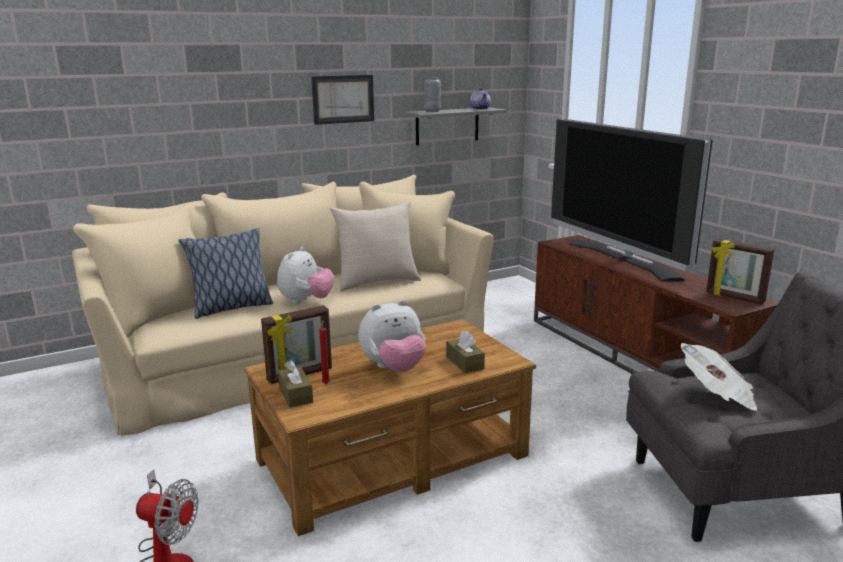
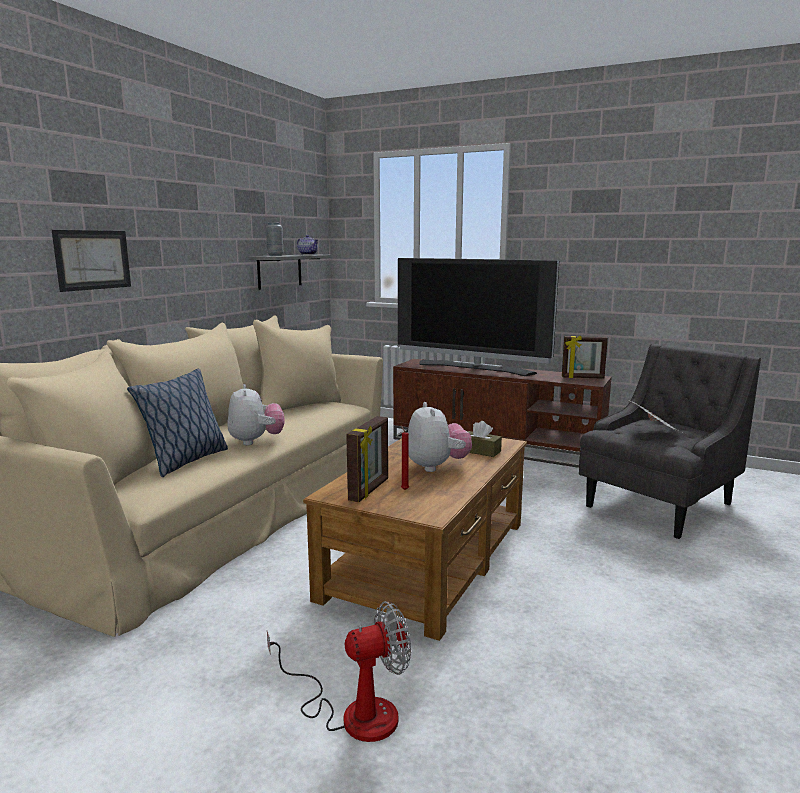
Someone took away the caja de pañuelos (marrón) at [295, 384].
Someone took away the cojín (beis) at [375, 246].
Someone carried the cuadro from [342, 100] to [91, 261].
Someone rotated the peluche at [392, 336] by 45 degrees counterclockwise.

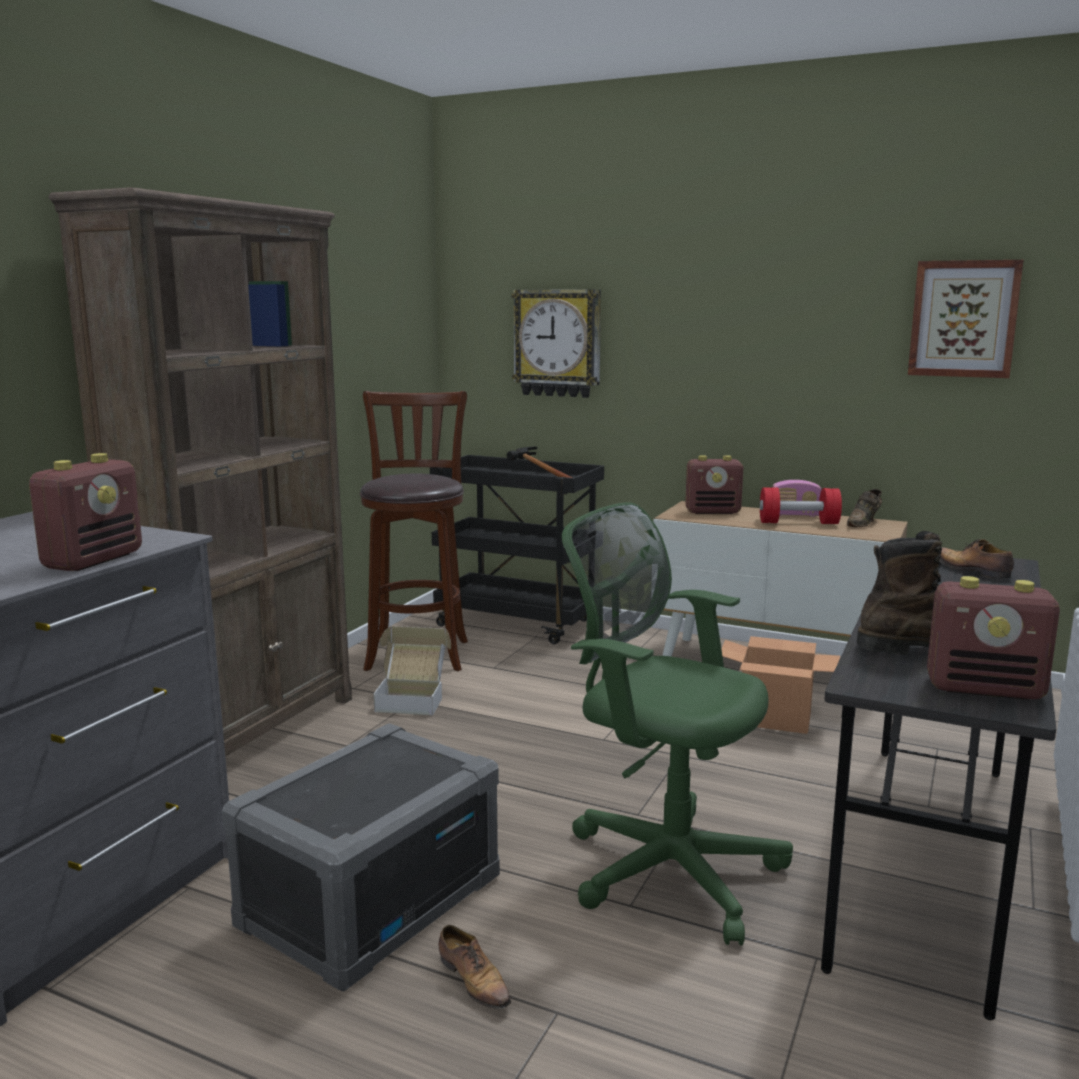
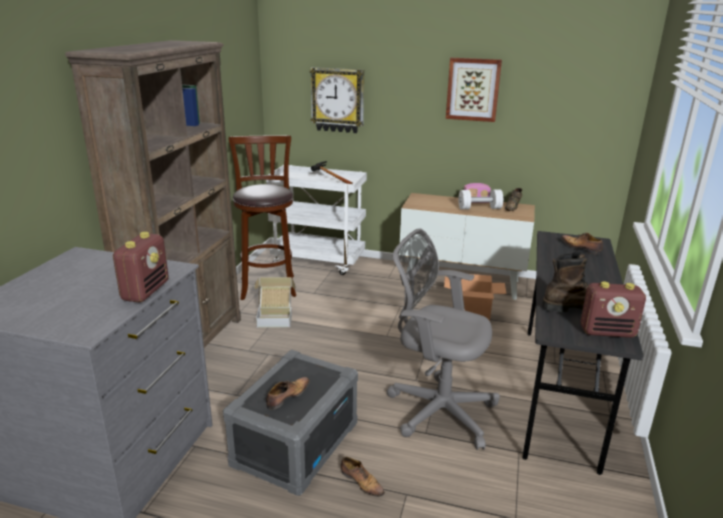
Someone took away the radio at [714, 484].
Someone put down the zapato at [288, 393].
Someone carried the cuadro from [965, 319] to [474, 90].
Someone repainted the carrito (negro) at [517, 549], which became the carrito (blanco) at [316, 220].
Someone repainted the silla de oficina (verde) at [677, 723], which became the silla de oficina (gris) at [443, 339].
Someone repainted the mancuerna (rojo) at [801, 505], which became the mancuerna (blanco) at [480, 199].

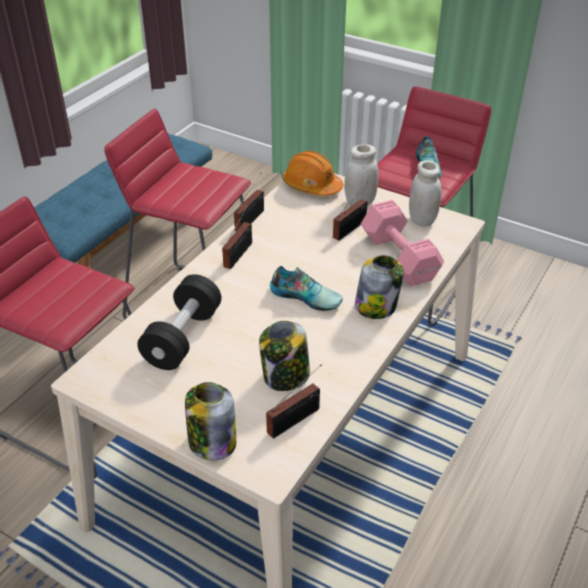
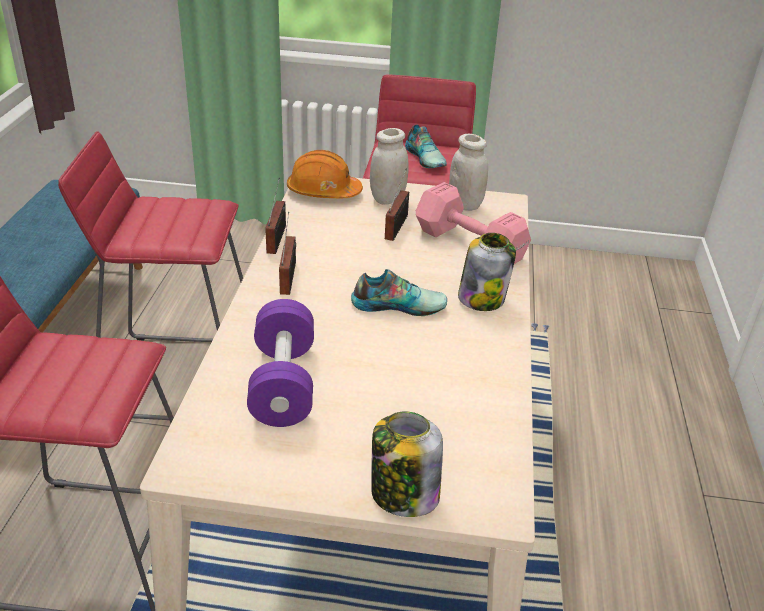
Someone took away the tarro at [284, 356].
Someone took away the radio at [293, 402].
Someone repainted the mancuerna (negro) at [179, 322], which became the mancuerna (morado) at [280, 363].

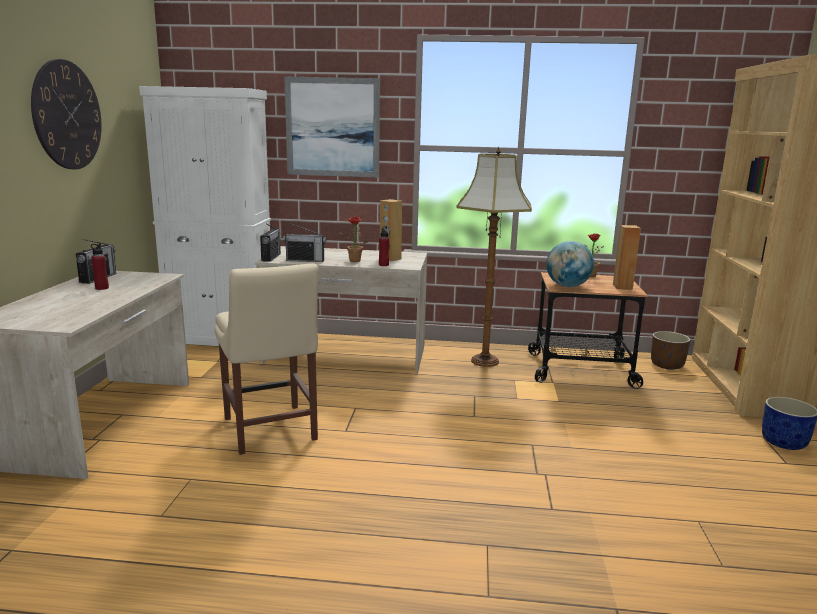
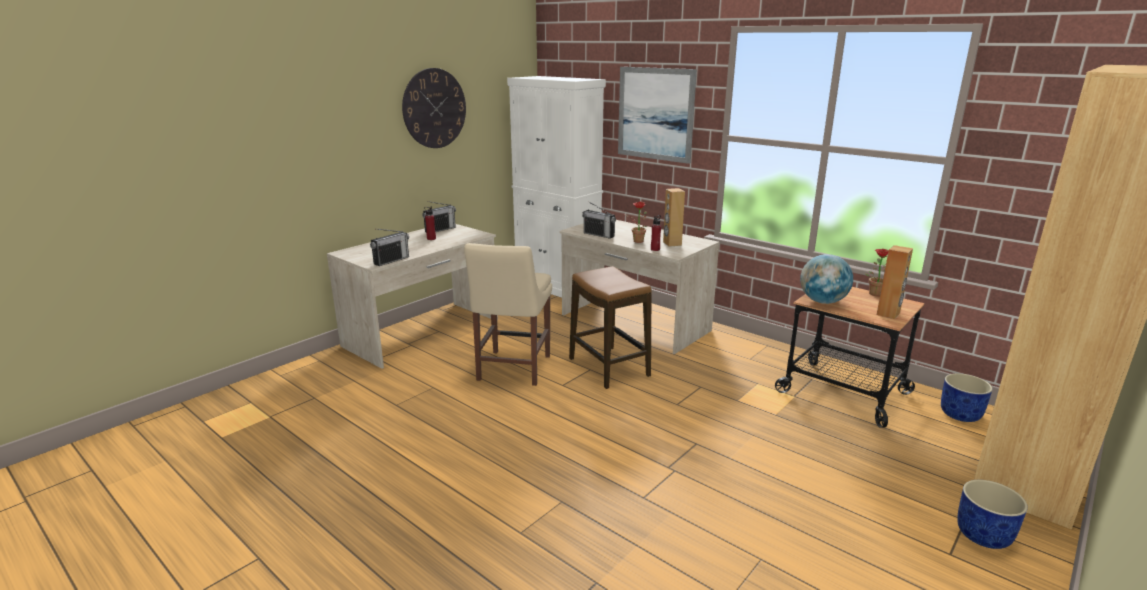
Someone took away the lámpara de pie at [494, 257].
Someone put down the taburete at [610, 327].
Someone carried the radio from [270, 243] to [389, 247].
Someone repainted the maceta (marrón) at [670, 350], which became the maceta (azul) at [967, 397].

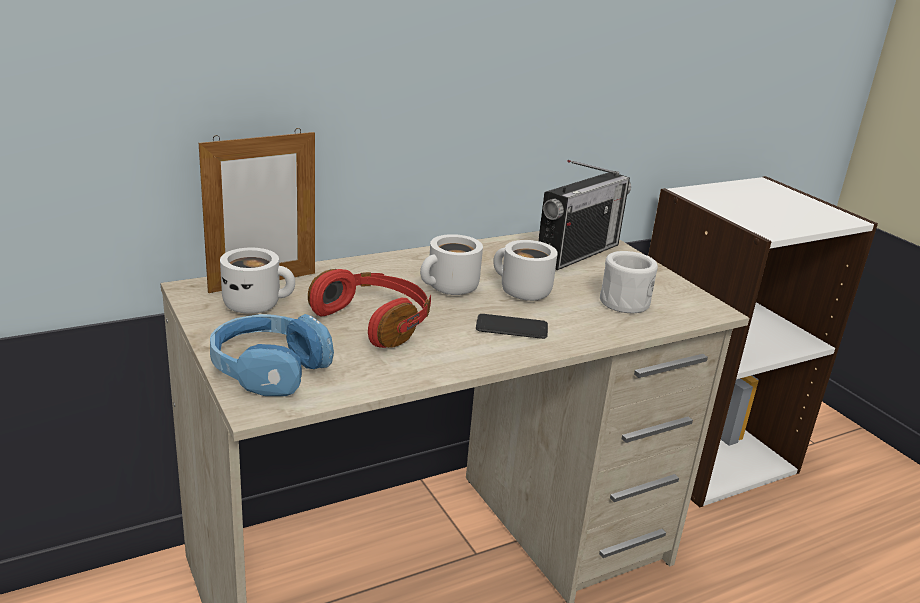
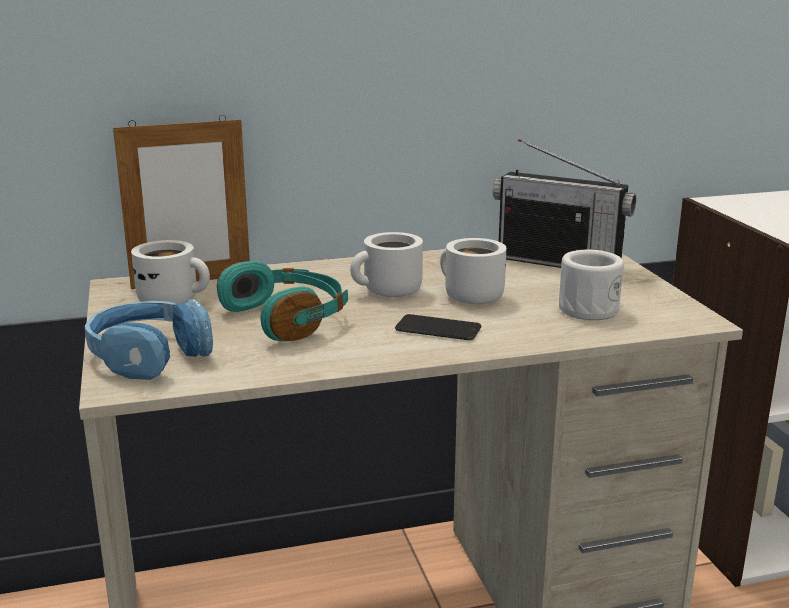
Someone repainted the auriculares (rojo) at [369, 308], which became the auriculares (turquesa) at [282, 301].
Someone rotated the radio at [584, 215] by 60 degrees clockwise.

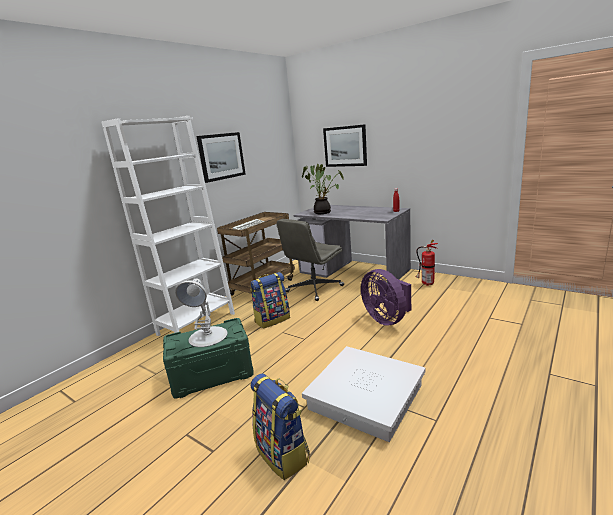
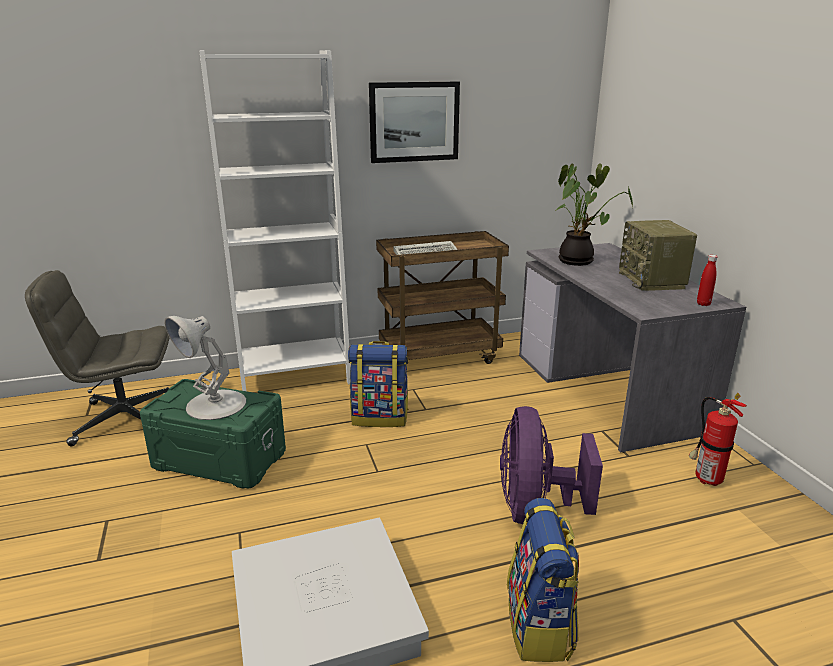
Someone took away the cuadro at [345, 145].
Someone put down the radio at [658, 255].
Someone carried the mochila from [280, 426] to [543, 580].
Someone carried the silla de oficina (gris) from [310, 260] to [97, 358].

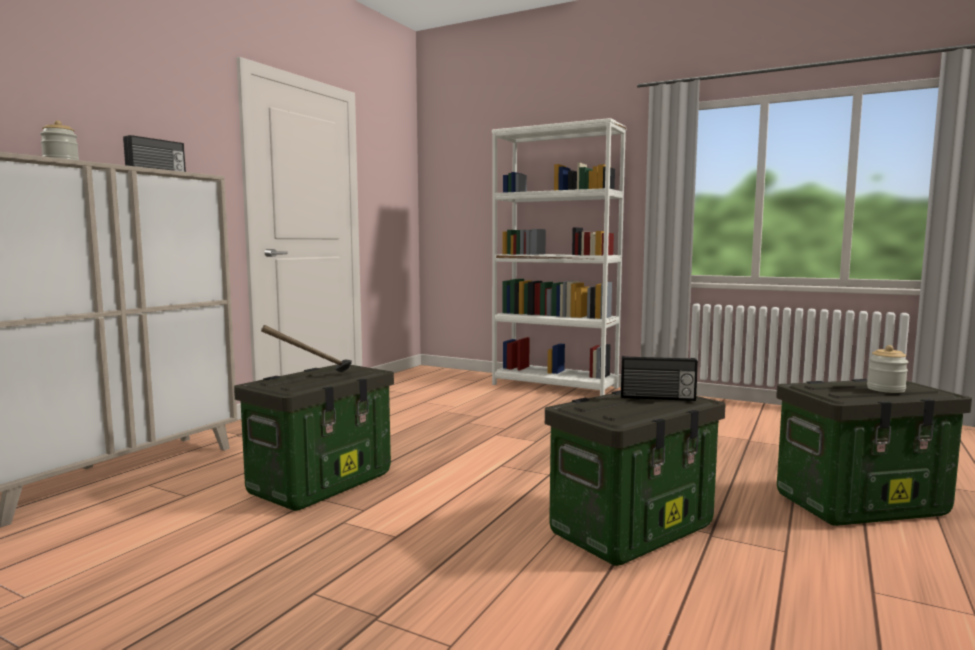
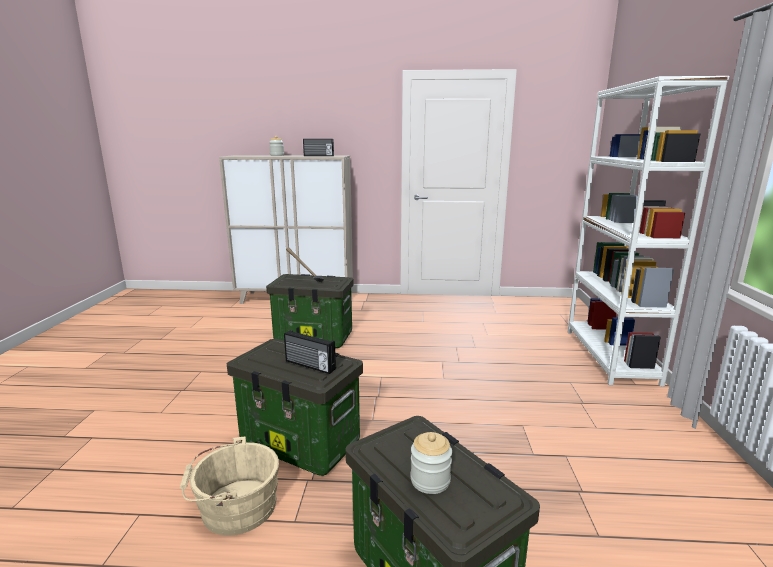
Someone put down the cubo (beis) at [229, 486].
Someone rotated the radio at [659, 378] by 45 degrees counterclockwise.

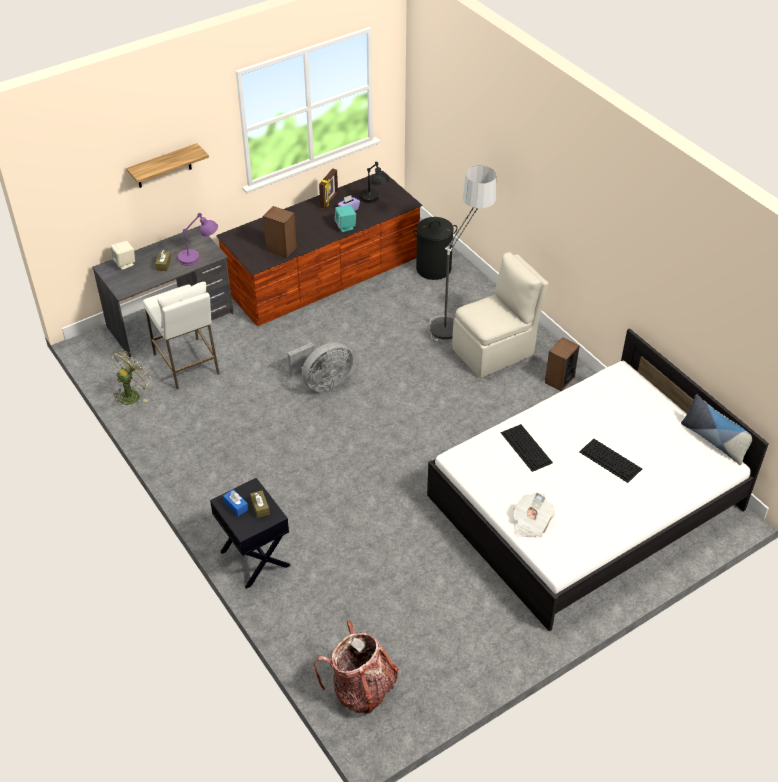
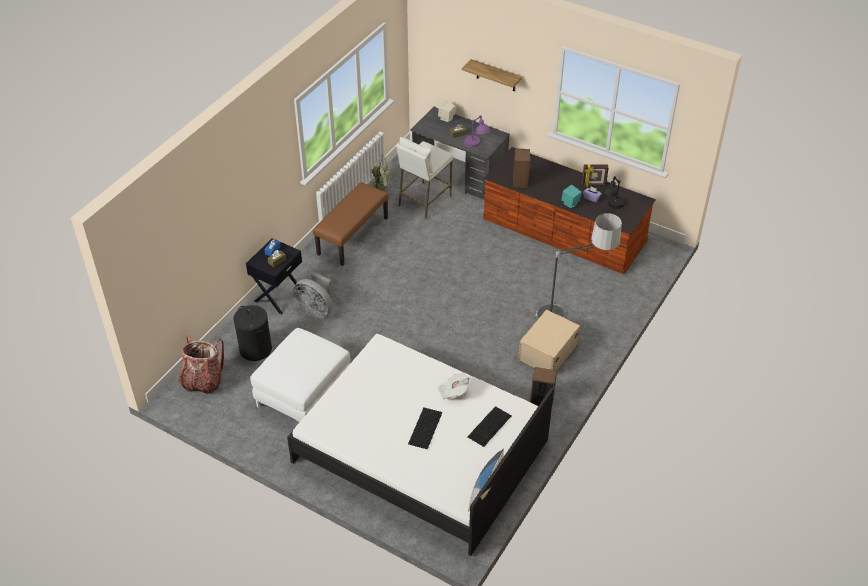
Someone put down the puf (blanco) at [300, 375].
Someone put down the banco (marrón) at [351, 224].
Someone carried the ventilador (gris) from [320, 366] to [313, 295].
Someone carried the cesto de la ropa (negro) from [435, 248] to [252, 333].
Someone carried the teclado from [527, 448] to [490, 426].
Someone carried the periódico from [534, 515] to [454, 386].
Someone swapped the silla (beis) at [500, 315] for the caja de almacenaje (beis) at [549, 340].

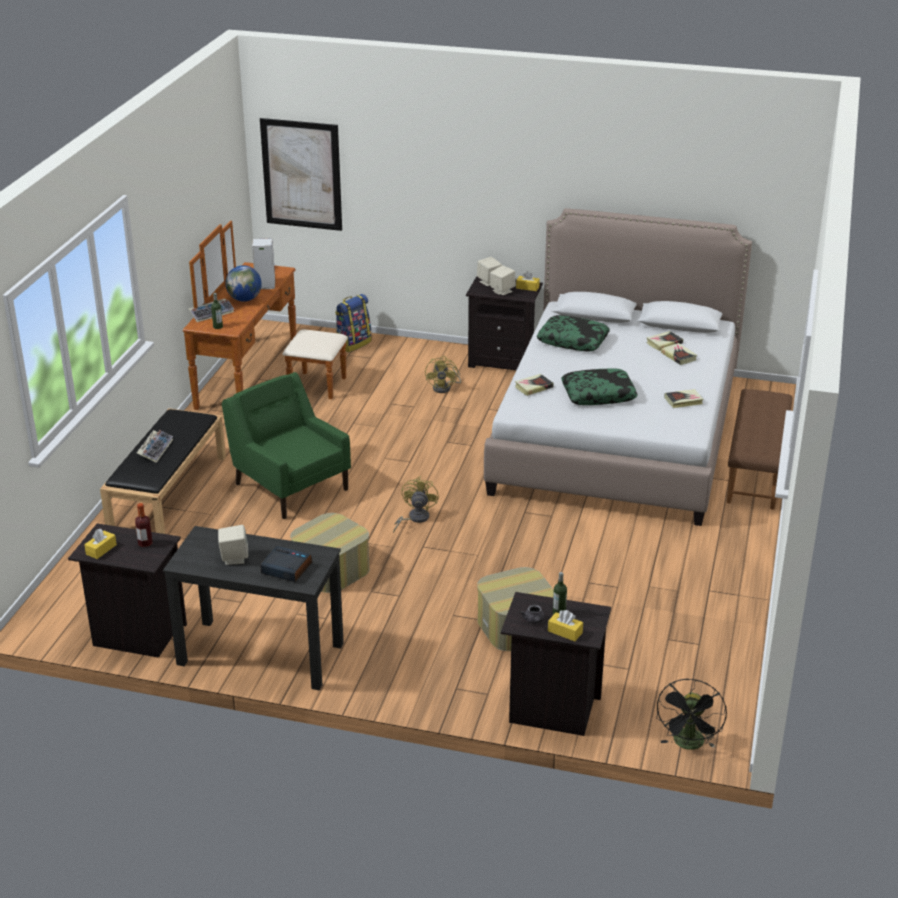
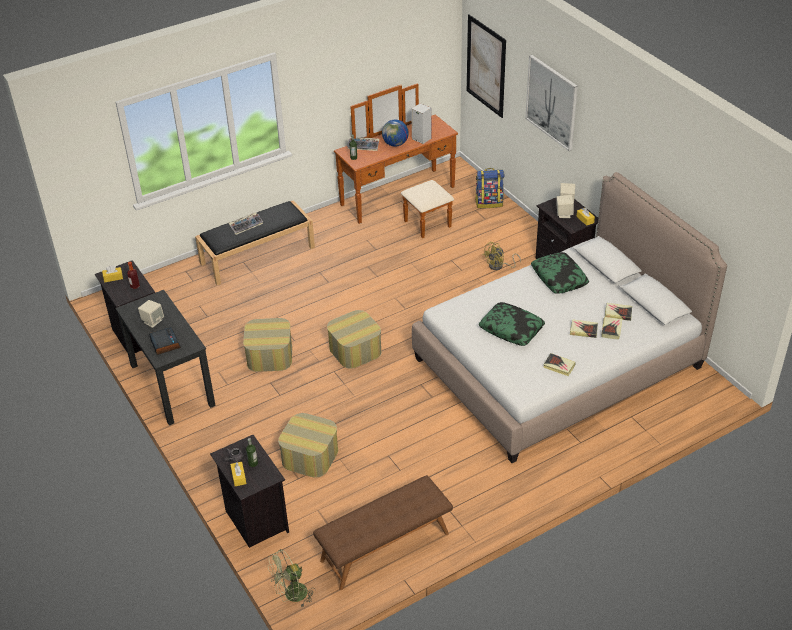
Someone took away the sillón (verde) at [286, 445].
Someone put up the cuadro at [551, 103].
Someone carried the libro from [534, 385] to [584, 328].
Someone carried the banco (marrón) from [760, 449] to [383, 532].
Someone swapped the ventilador (amarillo) at [416, 504] for the puf at [354, 339].
Someone repainted the ventilador (negro) at [691, 714], which became the ventilador (verde) at [291, 578].

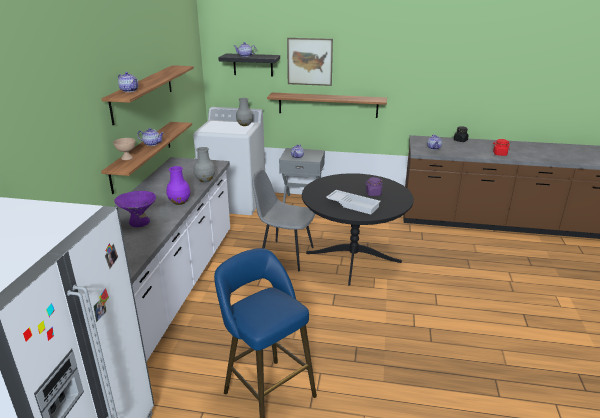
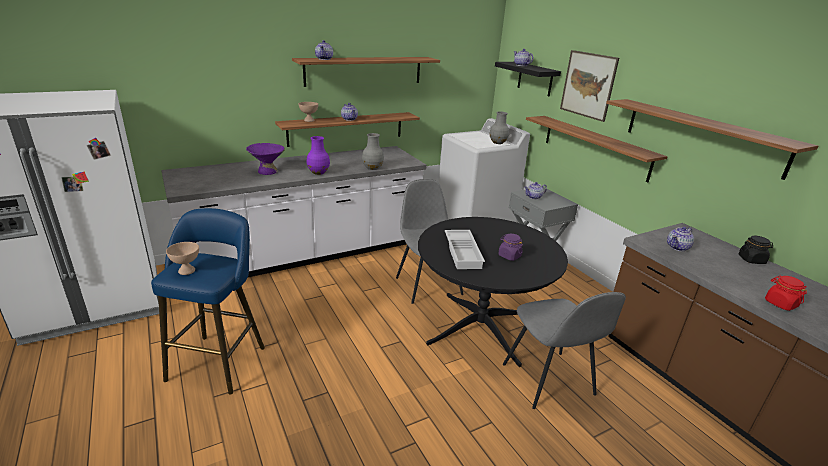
Someone put down the cuenco (beis) at [182, 258].
Someone put down the silla (gris) at [564, 350].
Someone put up the estante at [712, 139].

